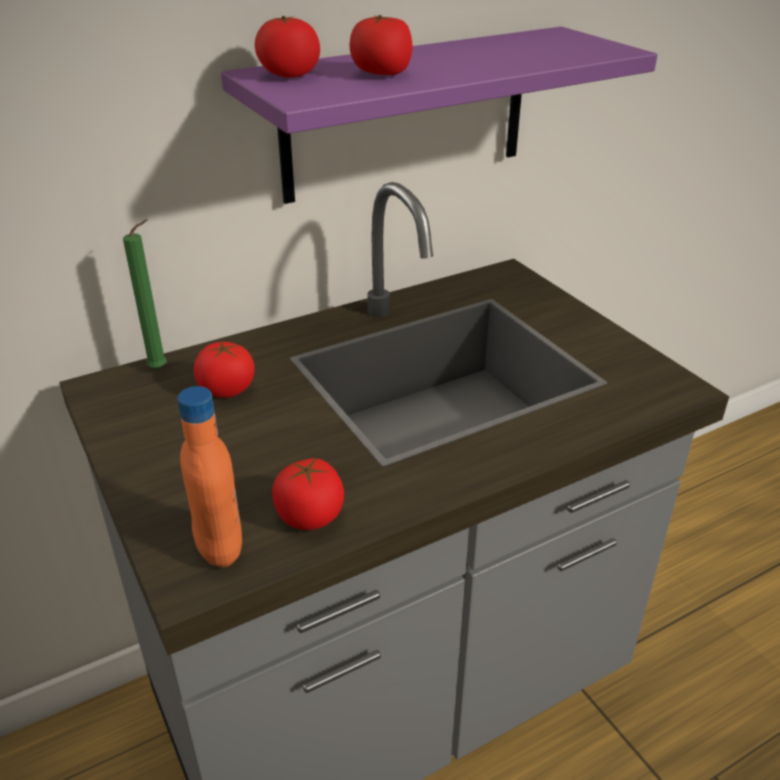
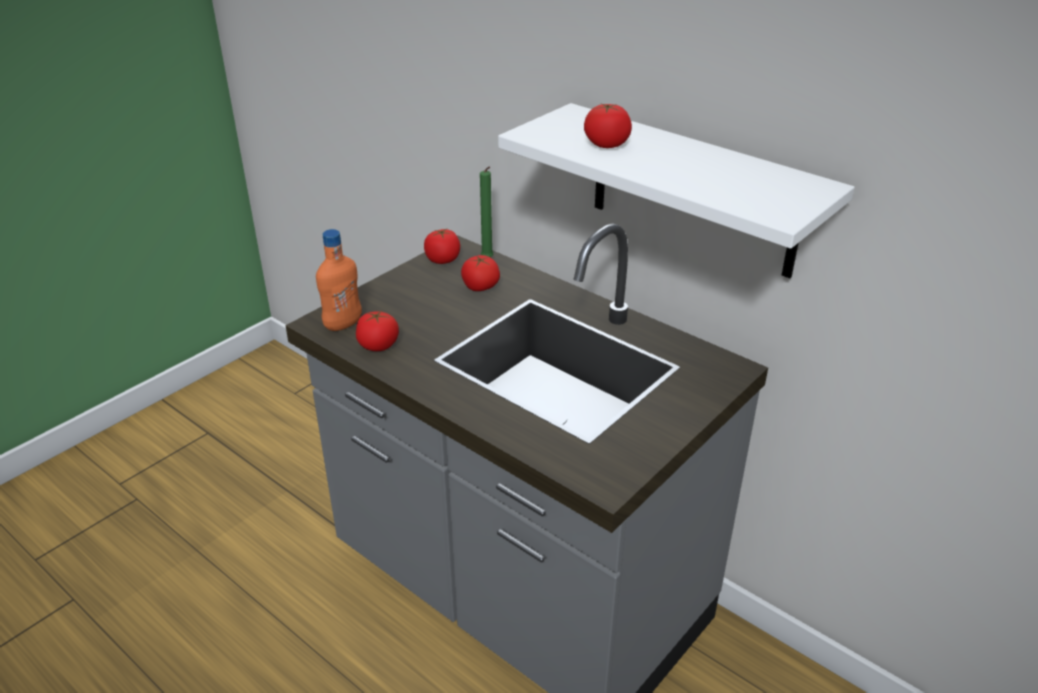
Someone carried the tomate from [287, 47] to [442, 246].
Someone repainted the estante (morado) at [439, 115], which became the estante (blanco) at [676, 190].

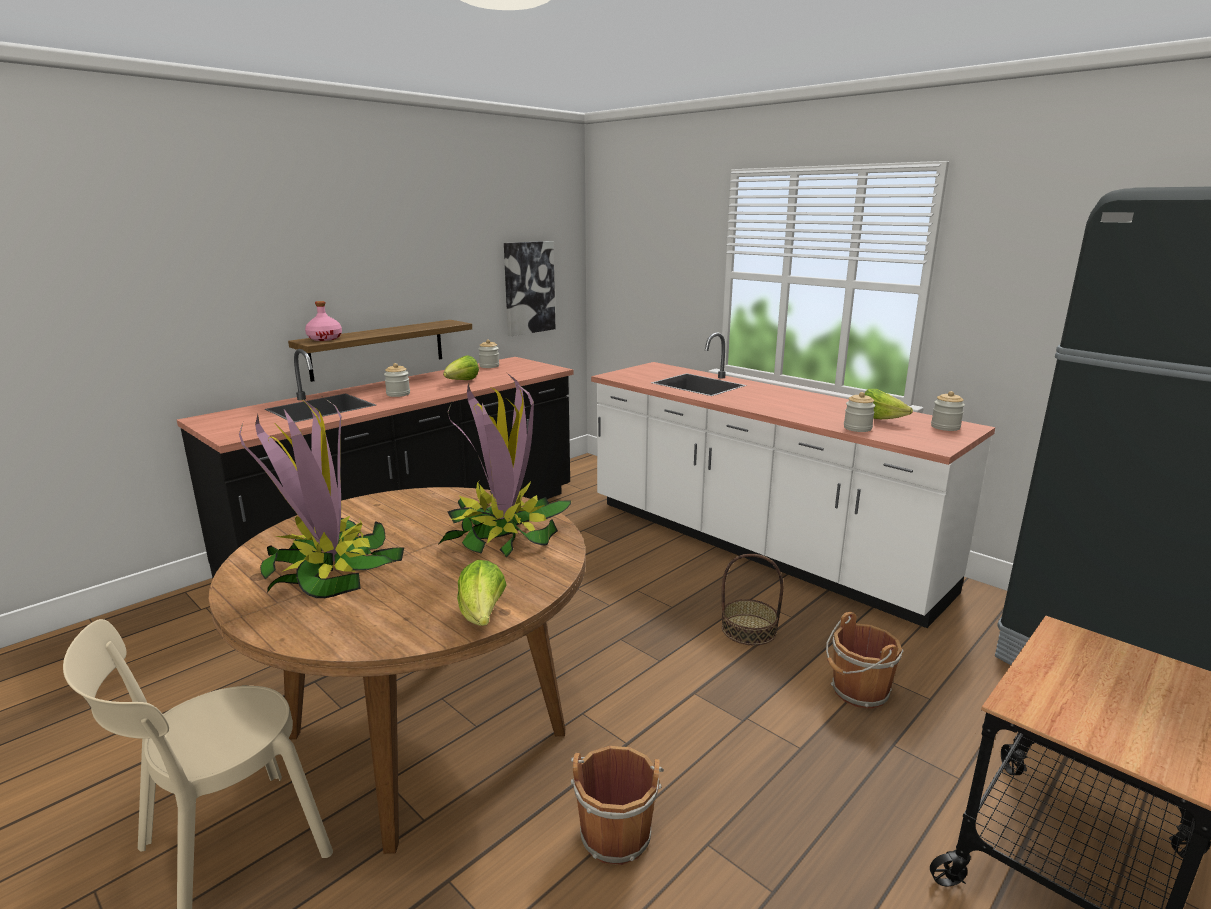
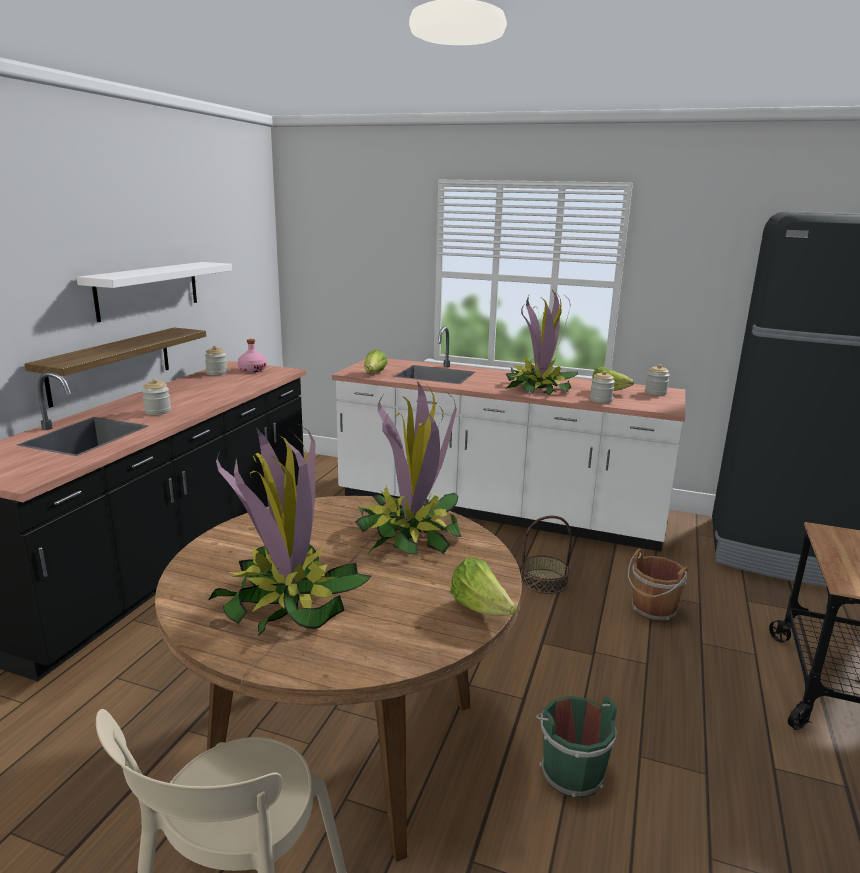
Someone took away the cuadro at [529, 288].
Someone put up the estante (blanco) at [154, 292].
Someone put down the planta en maceta at [542, 342].
Someone carried the botella (rosa) from [323, 321] to [252, 355].
Someone carried the lechuga from [461, 367] to [376, 361].
Someone repainted the cubo (marrón) at [617, 805], which became the cubo (verde) at [576, 747].

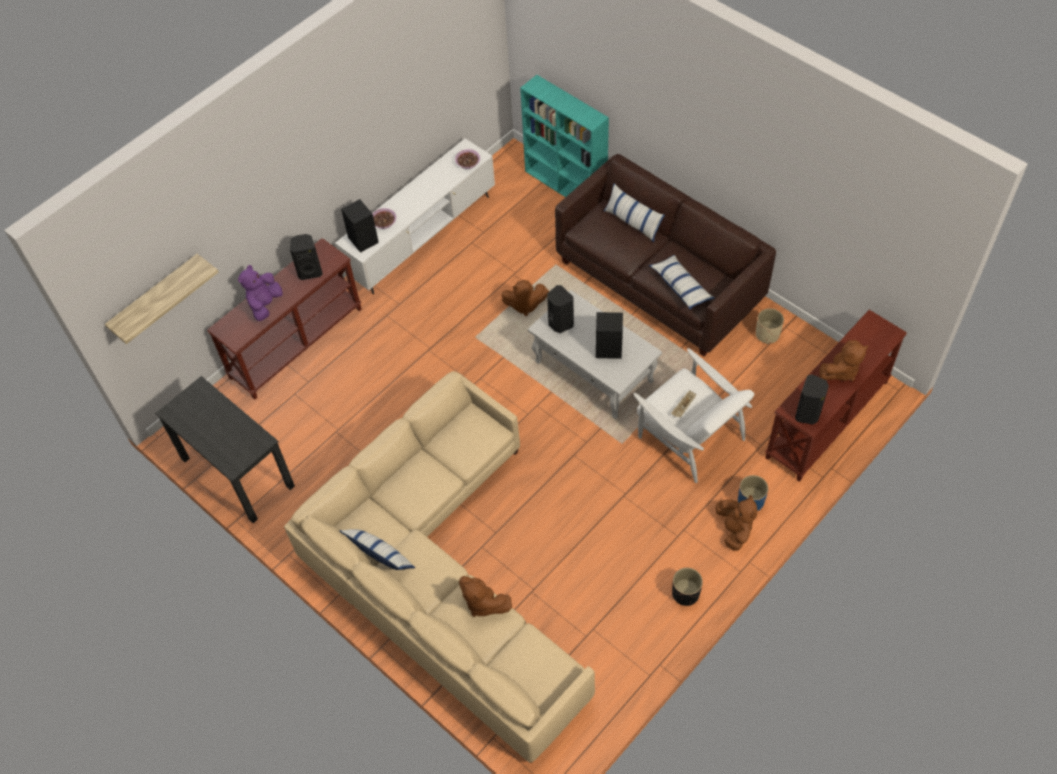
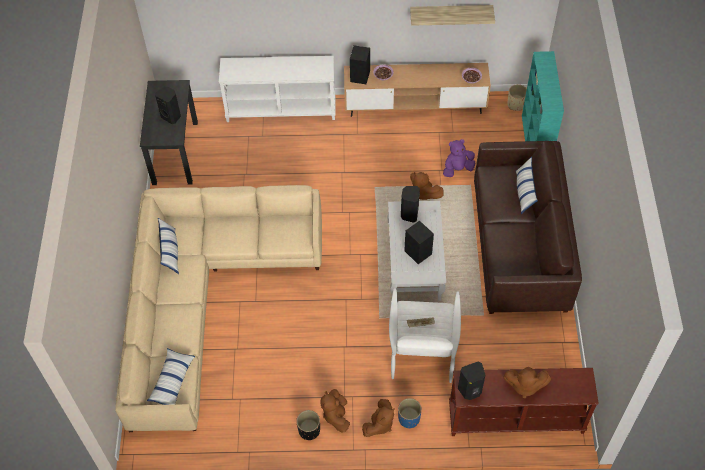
Someone carried the estante from [162, 299] to [452, 15].
Someone carried the peluche (morado) from [260, 293] to [459, 158].
Someone carried the altavoz (negro) from [306, 257] to [168, 105].
Someone carried the peluche (marrón) from [485, 596] to [335, 411].
Someone carried the cojín from [682, 282] to [171, 376].
Someone carried the maceta (beis) from [770, 326] to [517, 97].
Someone repainted the mesa consola (marrón) at [284, 319], which became the mesa consola (blanco) at [277, 89].
Someone repainted the mueble de televisión (blanco) at [415, 216], which became the mueble de televisión (marrón) at [417, 90].

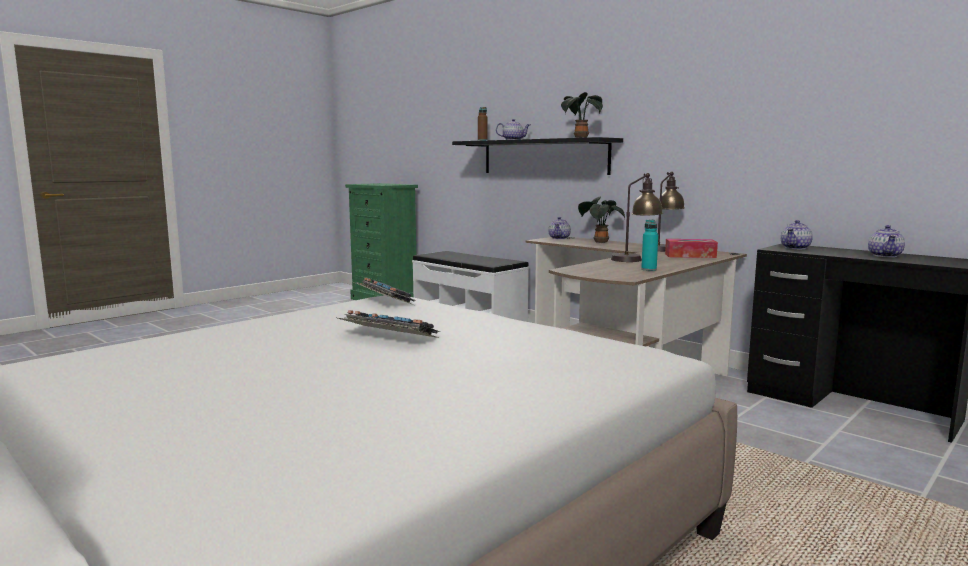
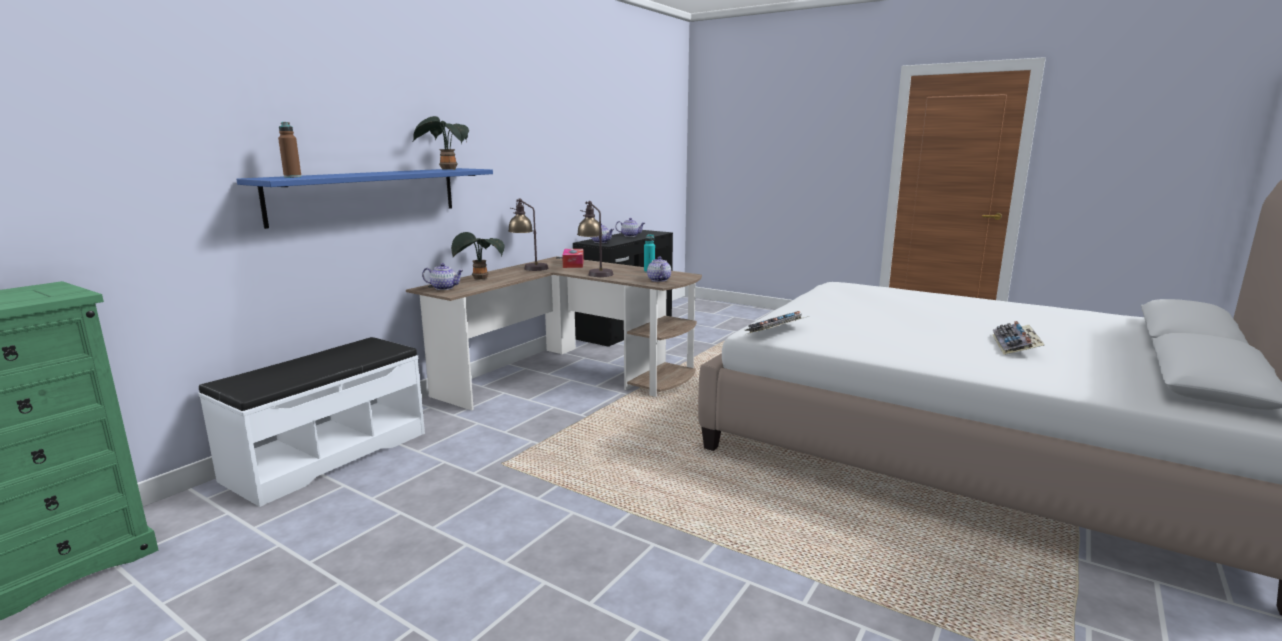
Someone carried the teclado from [389, 324] to [1018, 338].
Someone carried the tetera from [513, 129] to [659, 269].
Someone repainted the estante (negro) at [537, 156], which became the estante (azul) at [364, 198].

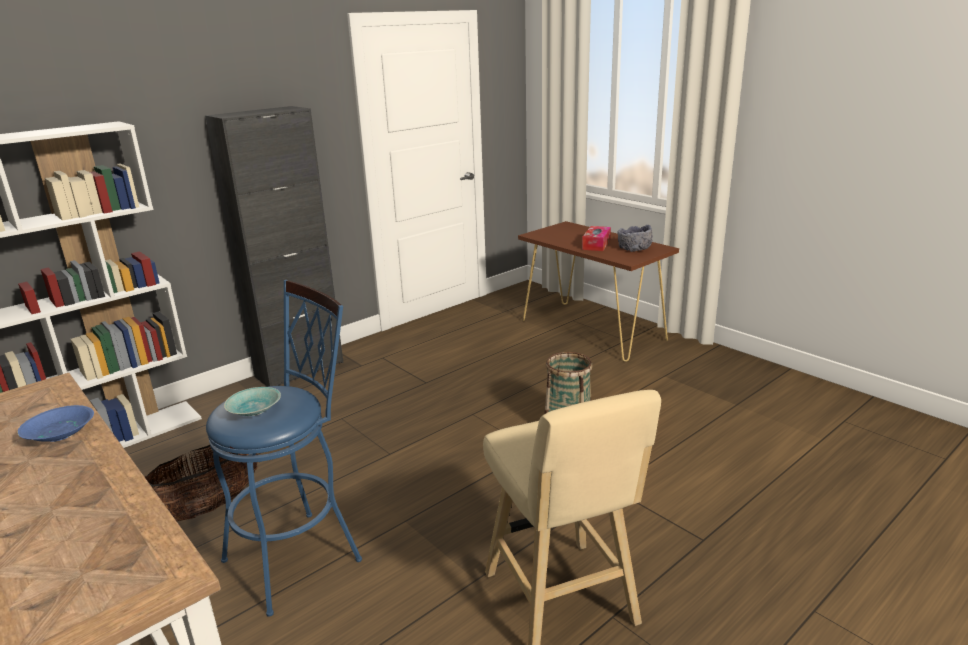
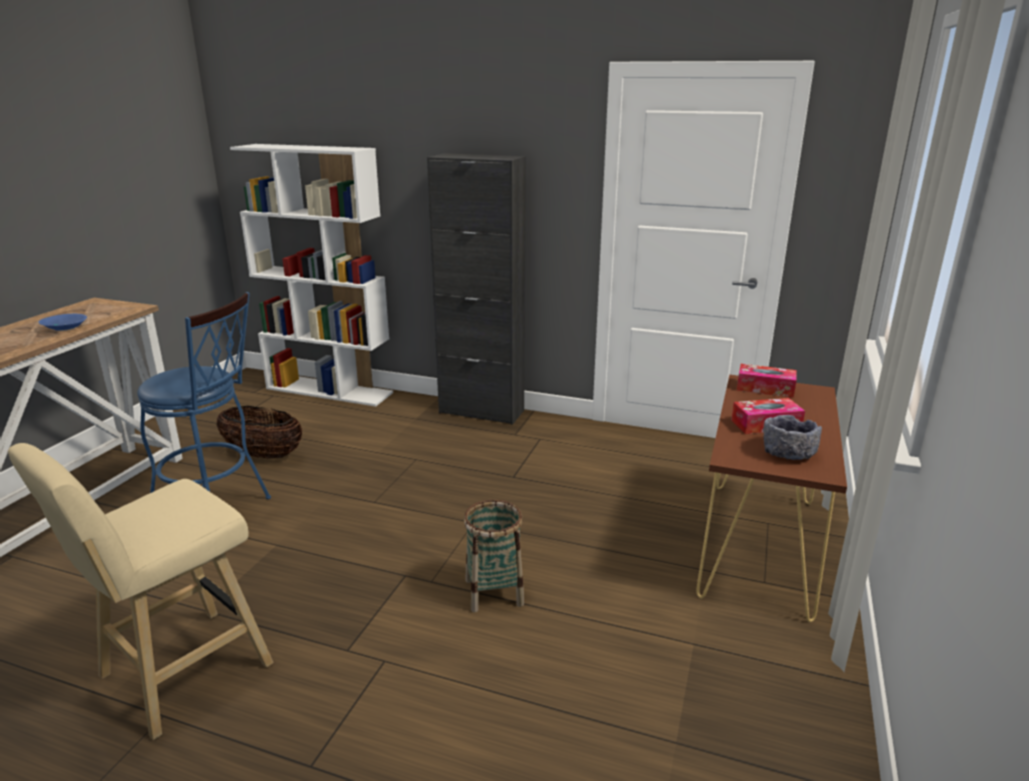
Someone took away the cuenco (turquesa) at [252, 401].
Someone put down the caja de pañuelos at [767, 381].

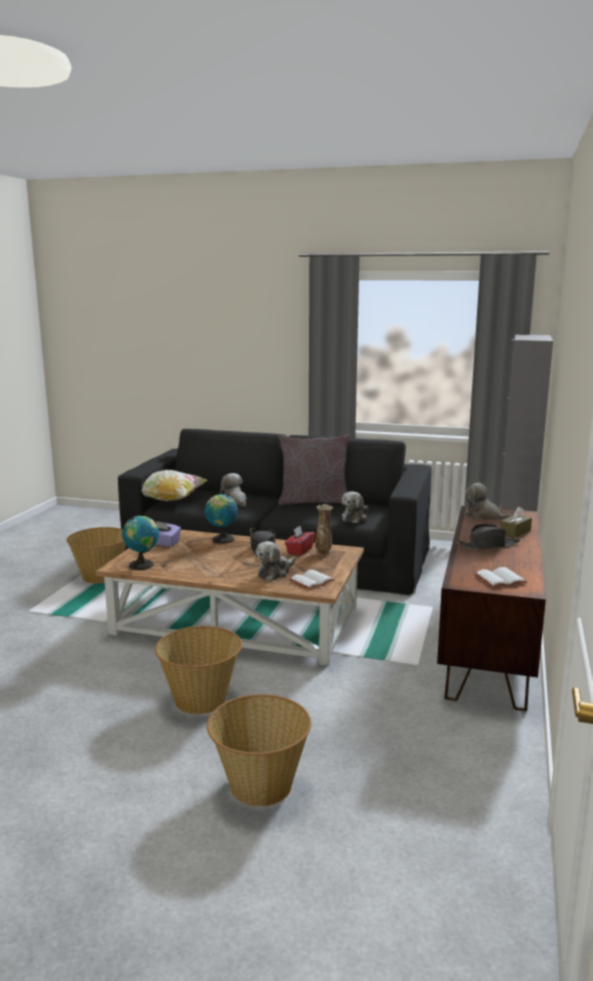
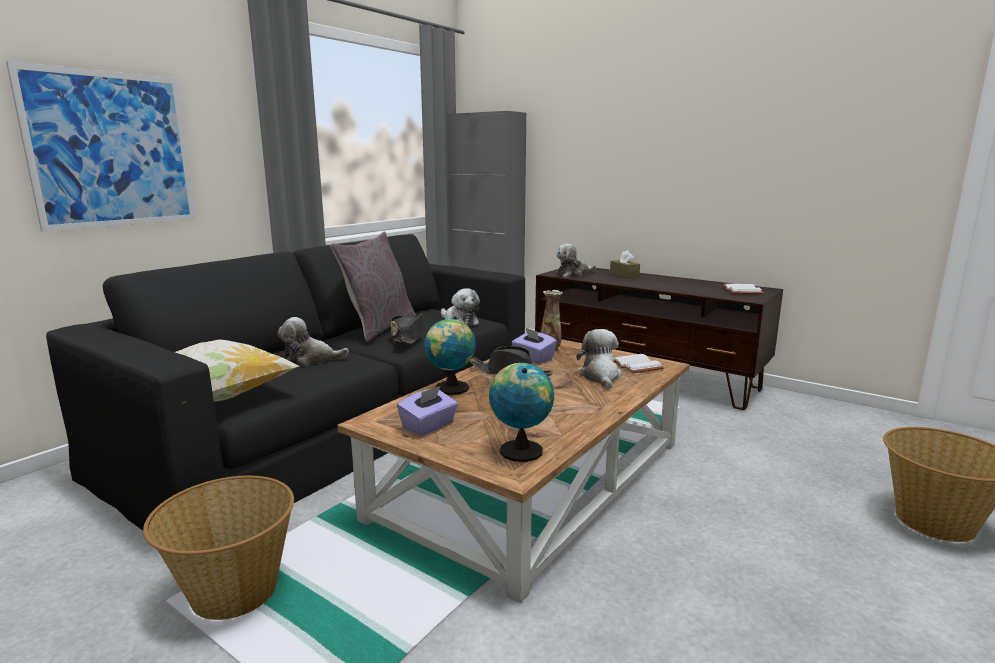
Someone took away the cesta at [198, 670].
Someone put up the cuadro at [101, 146].
Someone carried the sombrero (negro) from [487, 537] to [407, 328].
Someone repainted the caja de pañuelos (rojo) at [300, 541], which became the caja de pañuelos (morado) at [534, 345].
Someone rotated the peluche at [276, 561] by 150 degrees counterclockwise.

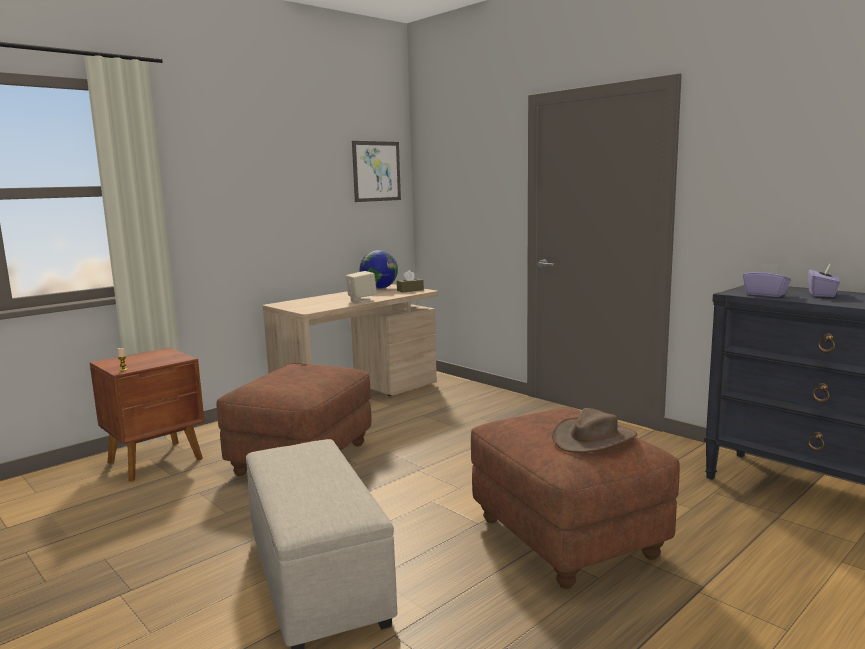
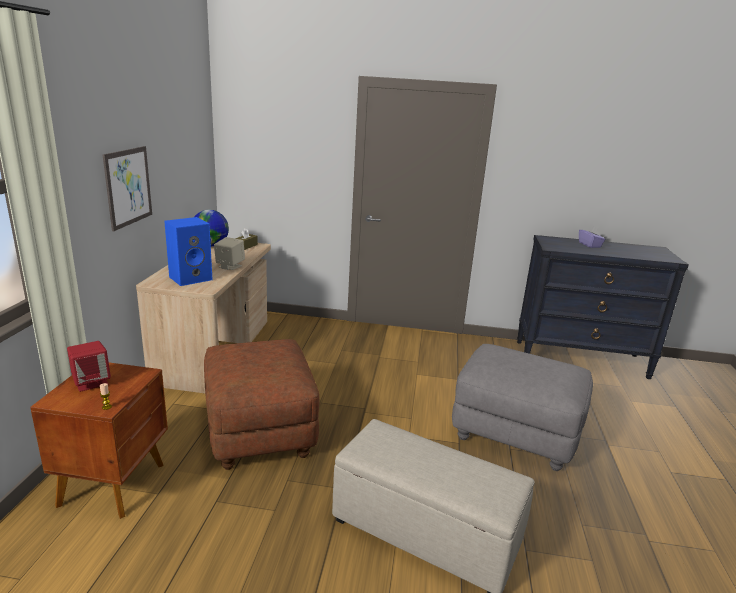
Someone took away the sombrero (marrón) at [594, 430].
Someone took away the caja de pañuelos (morado) at [767, 280].
Someone put down the altavoz (rojo) at [89, 366].
Someone put down the altavoz (azul) at [188, 251].
Someone carried the cuadro from [376, 171] to [127, 188].
Someone repainted the puf (marrón) at [575, 498], which became the puf (gris) at [522, 407].

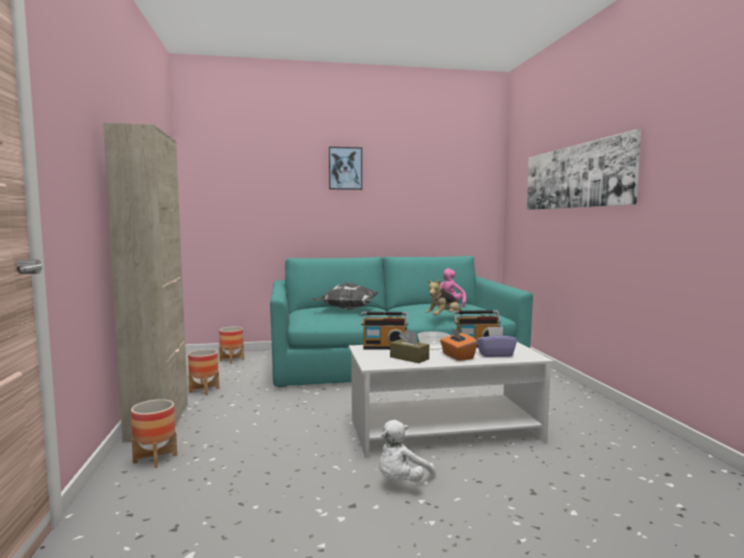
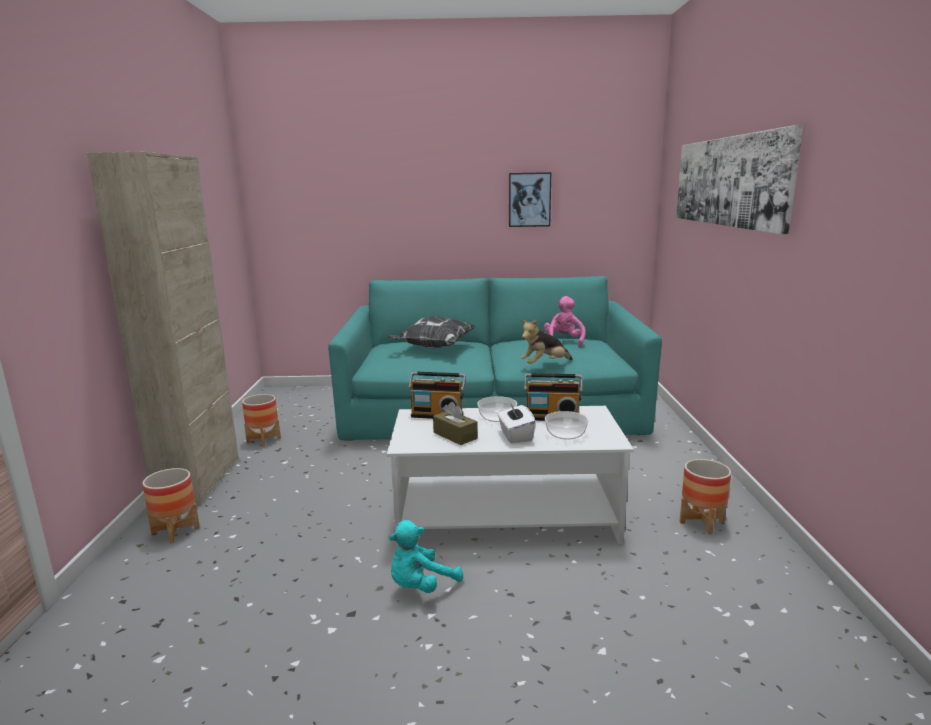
Someone carried the maceta from [231, 345] to [705, 497].
Someone carried the cuadro from [345, 168] to [530, 199].
Someone swapped the caja de pañuelos (morado) at [496, 342] for the cuenco at [566, 425].
Someone repainted the peluche (blanco) at [407, 451], which became the peluche (turquesa) at [426, 556].
Someone repainted the caja de pañuelos (naranja) at [458, 344], which became the caja de pañuelos (blanco) at [516, 422].

